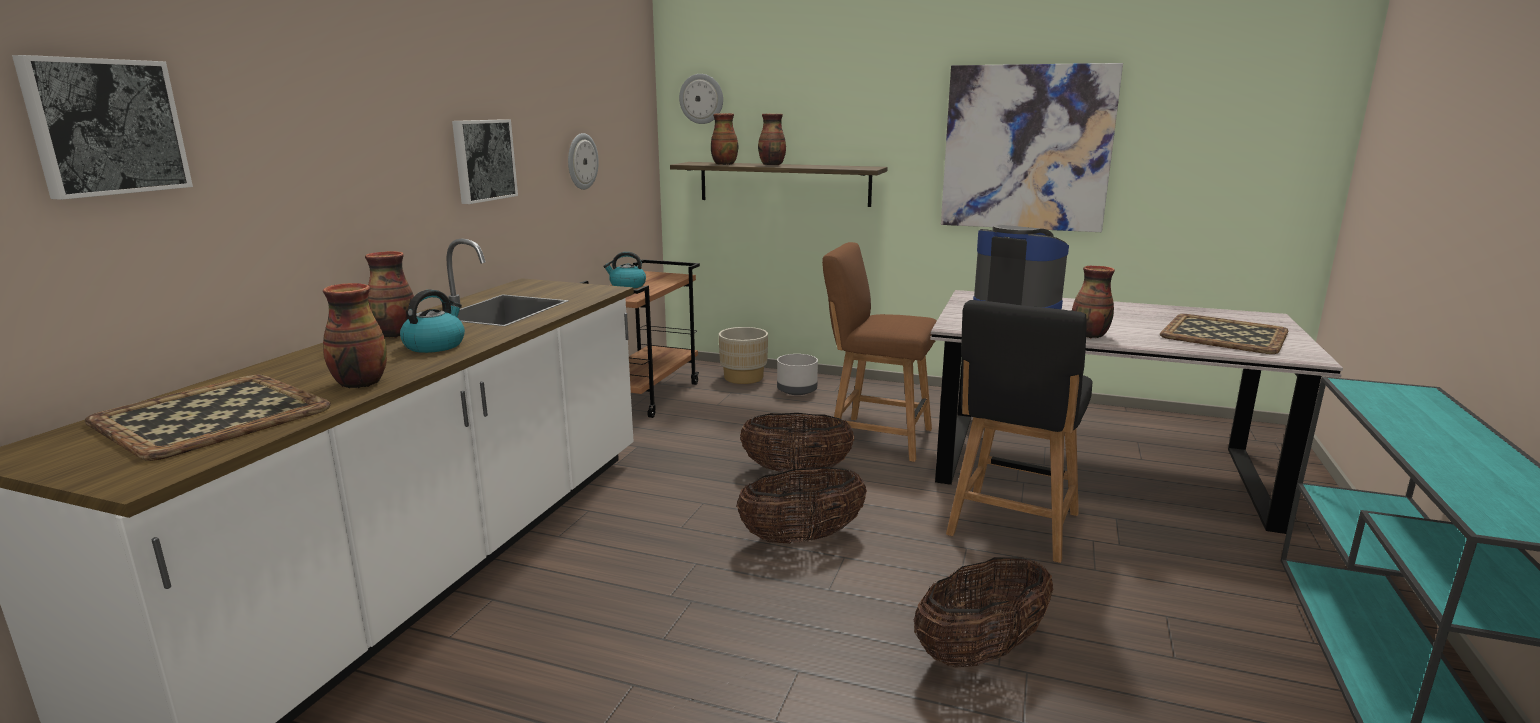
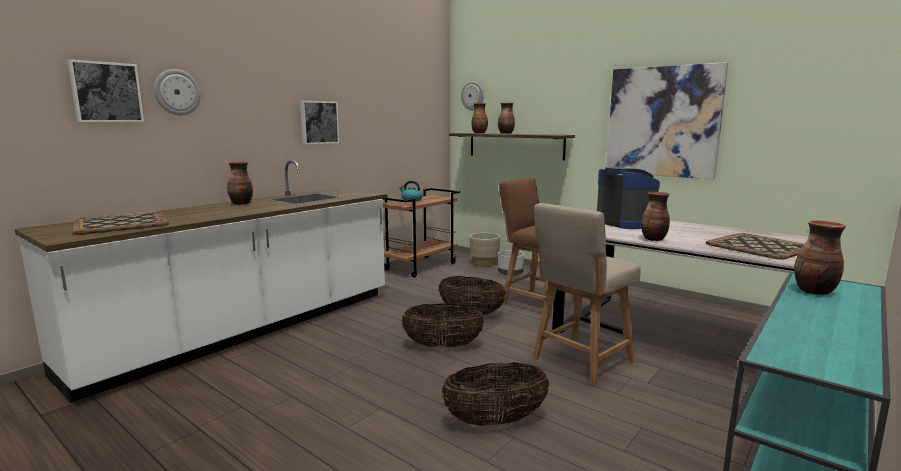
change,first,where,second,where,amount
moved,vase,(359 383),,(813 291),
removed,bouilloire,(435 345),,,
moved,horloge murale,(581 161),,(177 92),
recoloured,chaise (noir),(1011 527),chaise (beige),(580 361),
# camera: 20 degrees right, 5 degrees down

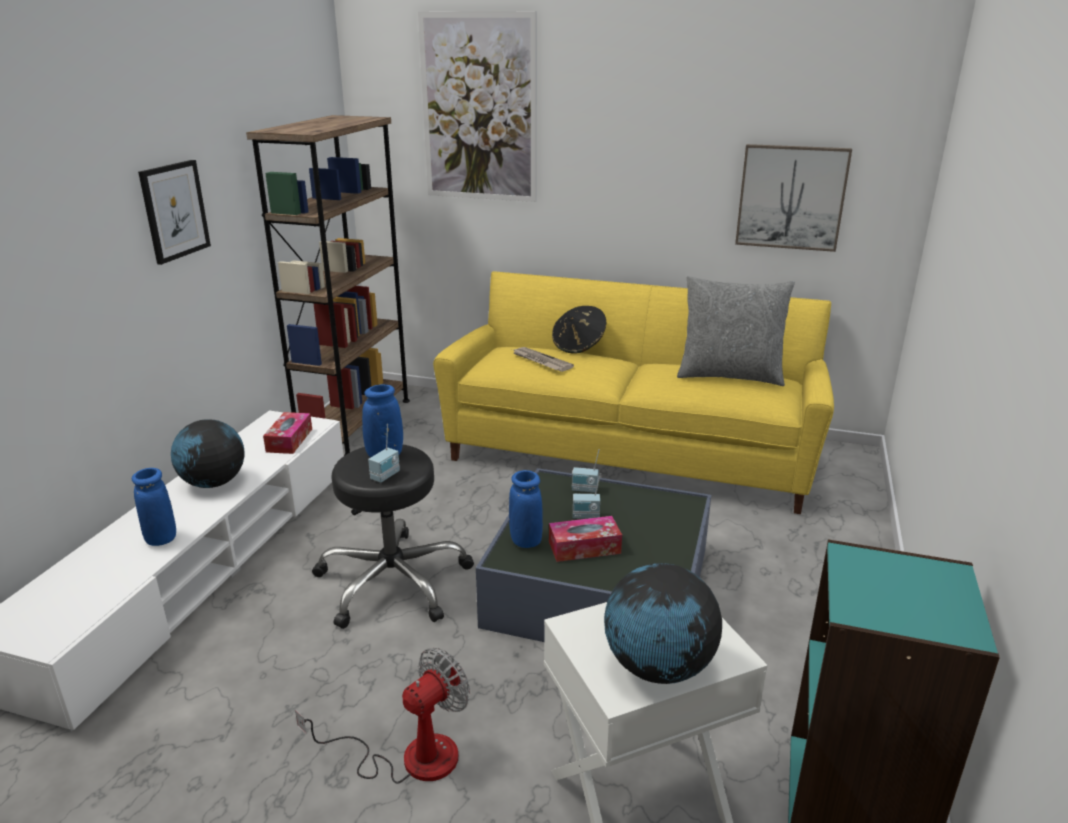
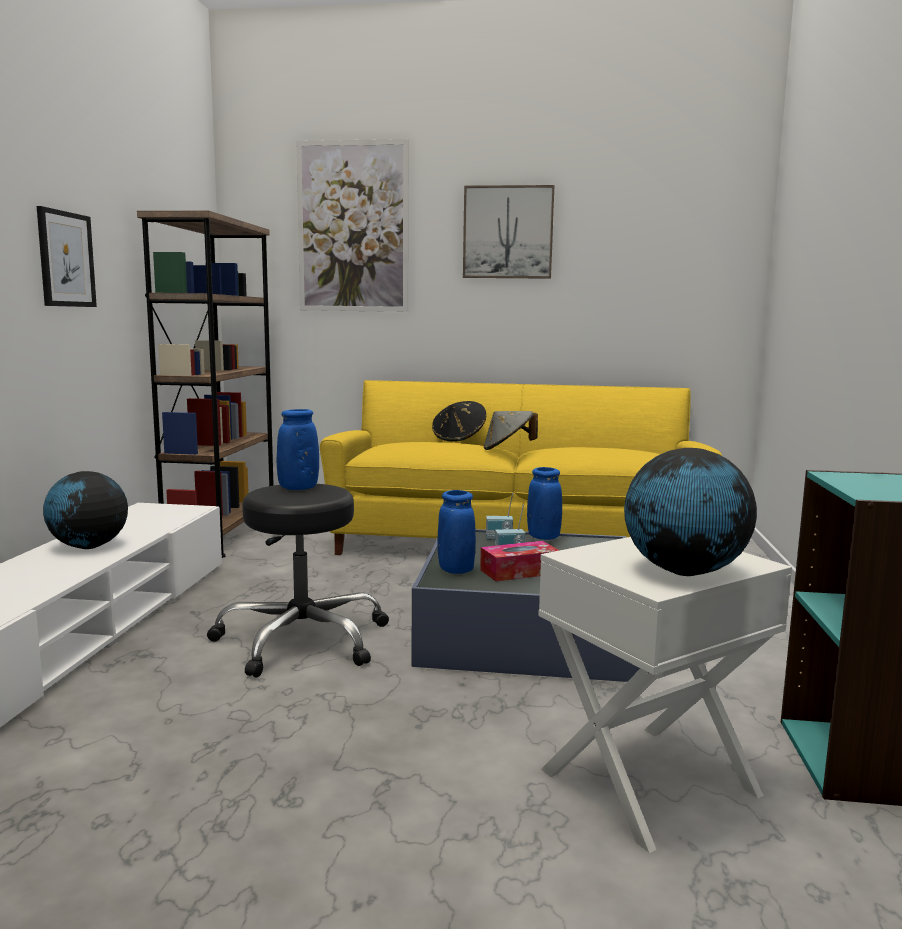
change,first,where,second,where,amount
moved,vase (bleu),(161 539),,(543 537),
removed,boîte à mouchoirs,(289 440),,,
removed,ventilateur,(410 757),,,
removed,radio,(386 476),,,
removed,journal,(541 361),,,
removed,coussin (gris),(729 375),,,
moved,tableau,(791 197),,(508 232),
added,,,chapeau (gris),(508 449),
# camera: 10 degrees left, 15 degrees down

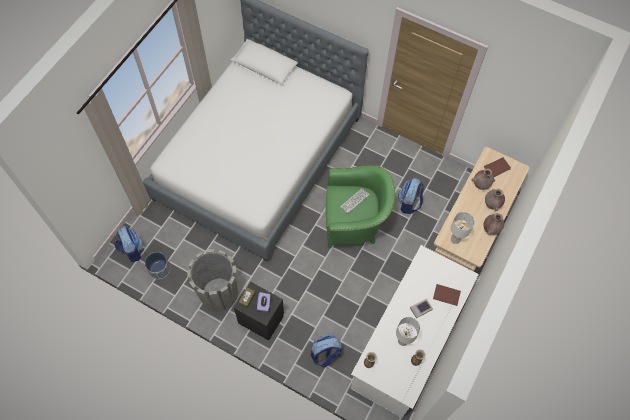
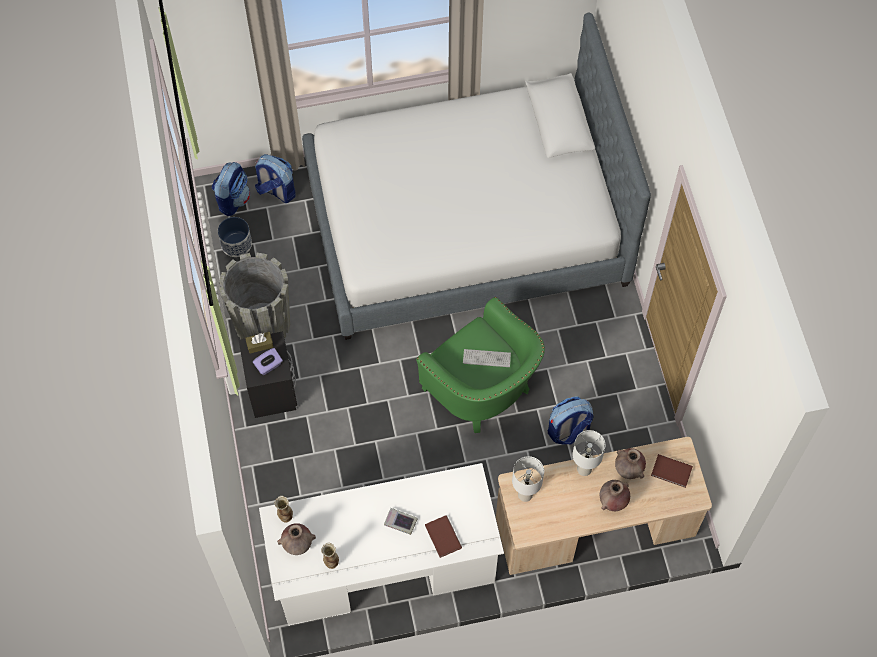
change,first,where,second,where,amount
moved,sac à dos,(325 355),,(276 191),
moved,lampe de table (blanc),(402 341),,(583 469),
moved,vase (marron),(490 229),,(298 545),
# camera: 50 degrees right, 0 degrees up

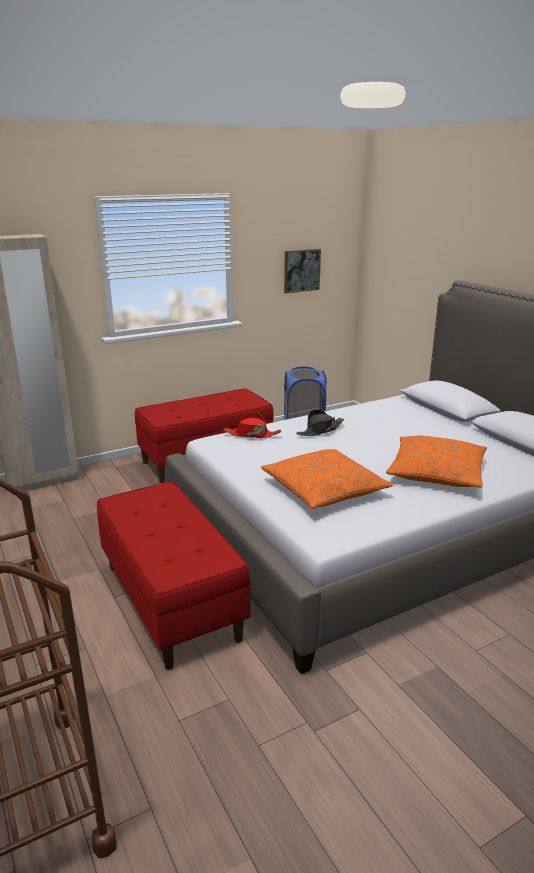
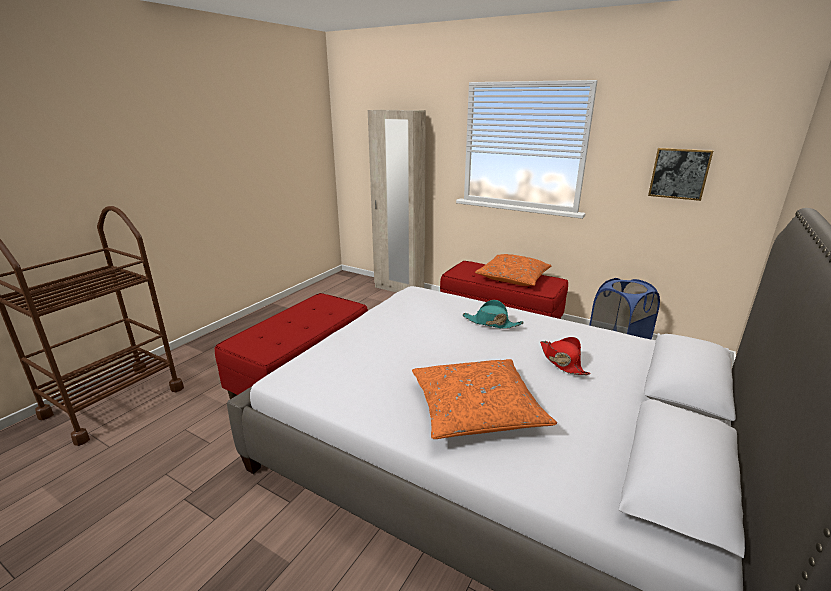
change,first,where,second,where,amount
moved,chapeau (rouge),(251 434),,(562 361),
moved,coussin (orange),(324 489),,(513 277),
recoloured,chapeau (noir),(320 430),chapeau (turquoise),(491 323),
# camera: 60 degrees right, 0 degrees up

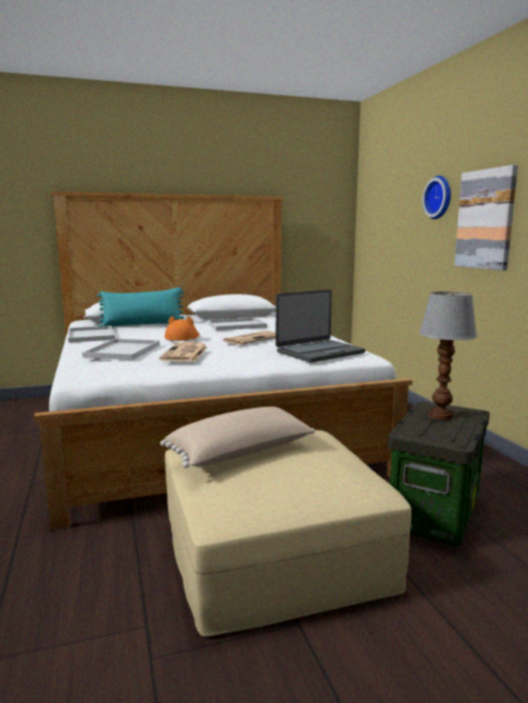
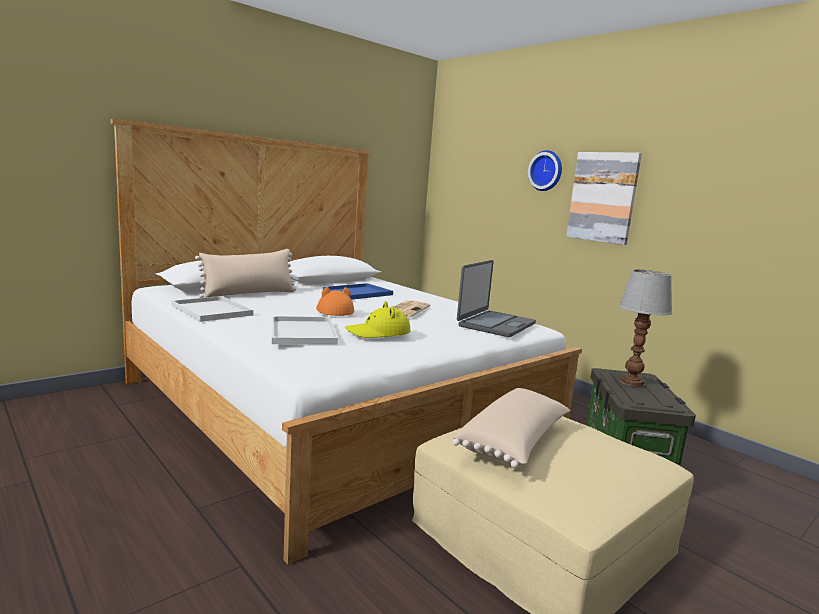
change,first,where,second,where,amount
recoloured,coussin (turquoise),(143 325),coussin (beige),(249 294),
replaced,journal,(185 353),chapeau (jaune),(378 332),
recoloured,plateau (blanc),(235 325),plateau (bleu),(357 293),
# camera: 25 degrees left, 0 degrees up

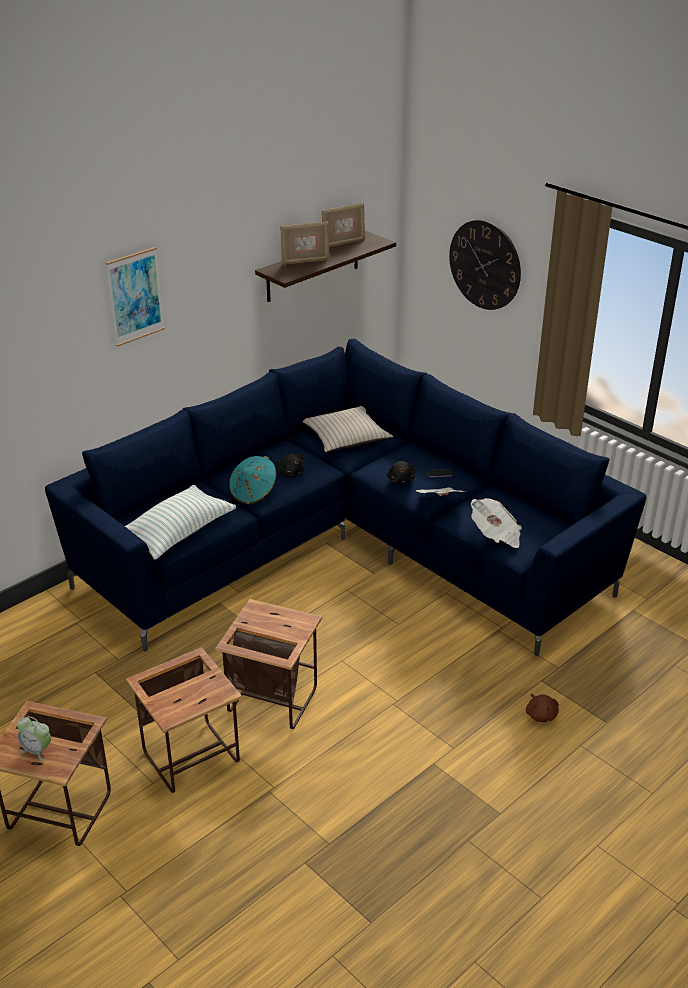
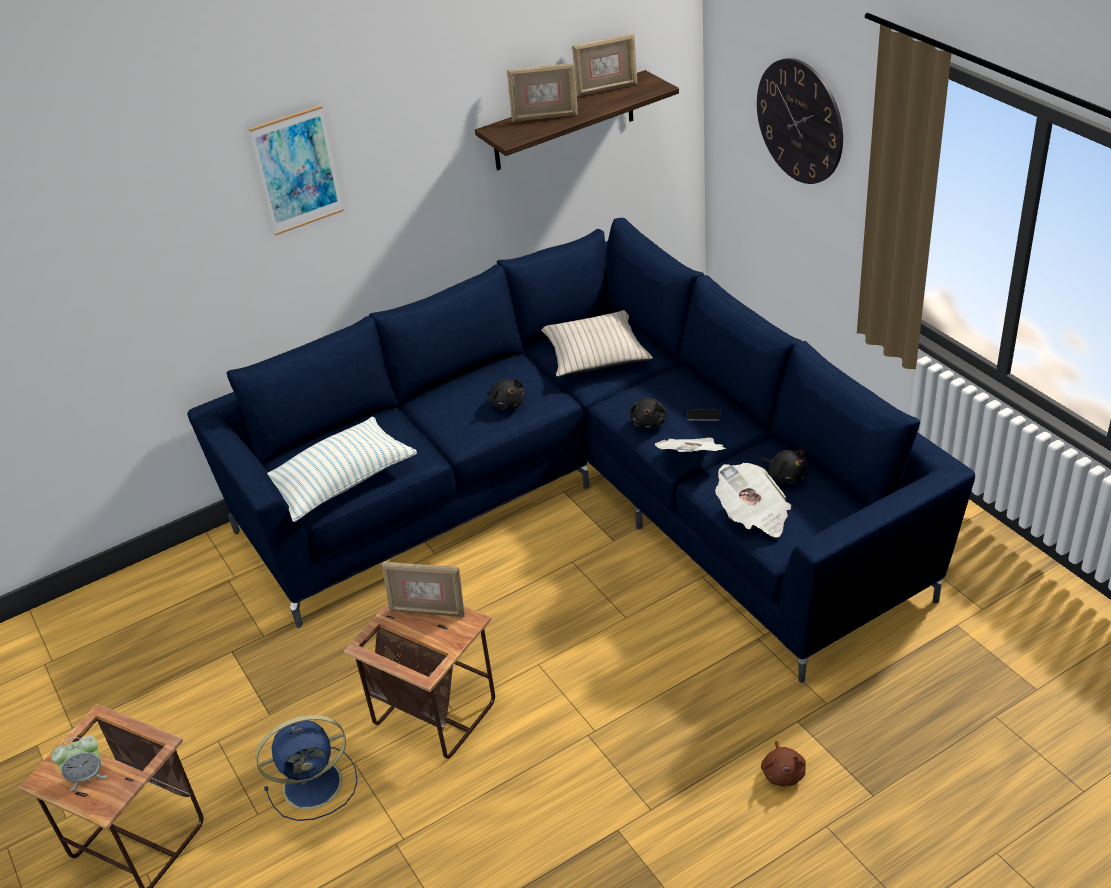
change,first,where,second,where,amount
turned,réveil,(37 750),,(87 776),60 degrees counterclockwise
replaced,table d'appoint,(192 757),ventilateur (bleu),(315 783),
removed,chapeau (turquoise),(254 493),,,
added,,,cadre photo,(427 611),
added,,,peluche (noir),(785 476),
# camera: 15 degrees right, 5 degrees up

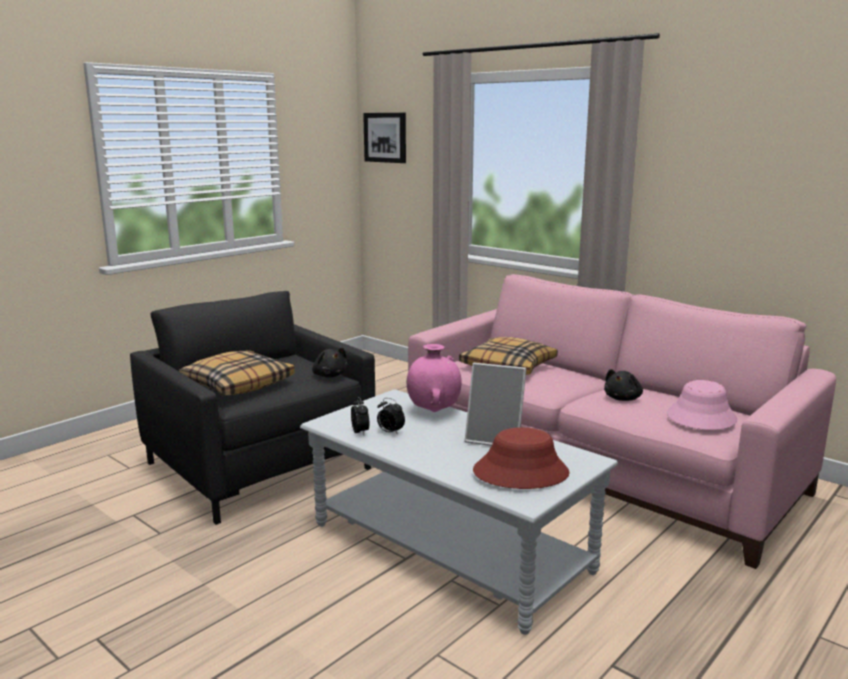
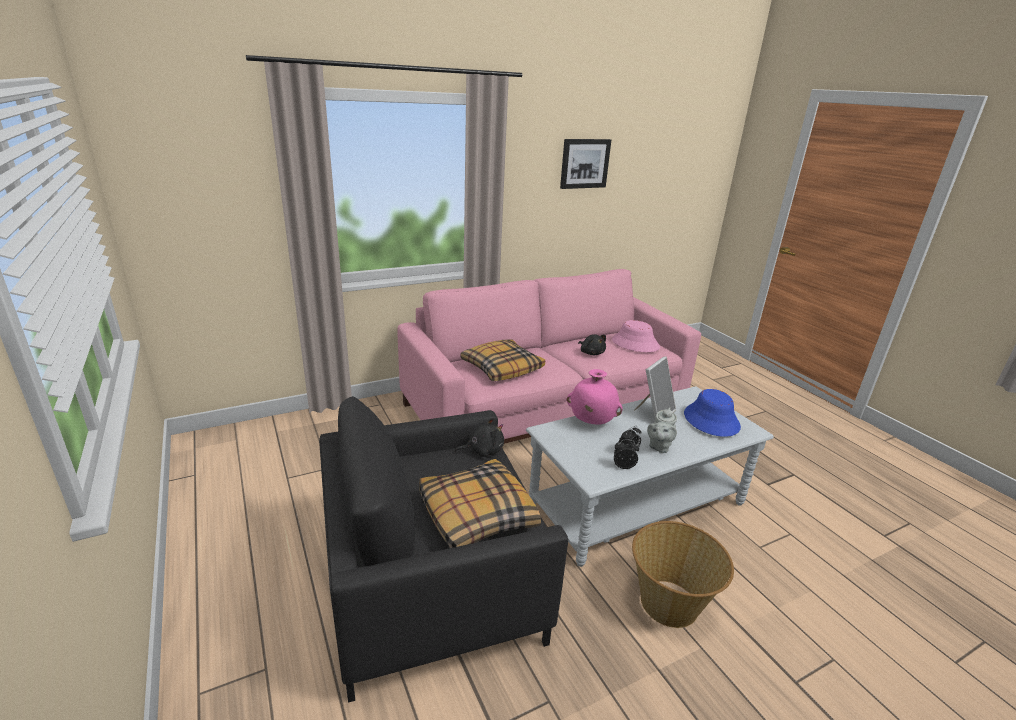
change,first,where,second,where,amount
moved,tableau,(385 137),,(584 163),
recoloured,chapeau (rouge),(520 472),chapeau (bleu),(711 420),
added,,,panier,(669 604),
added,,,théière (gris),(659 446),
# camera: 70 degrees left, 10 degrees up

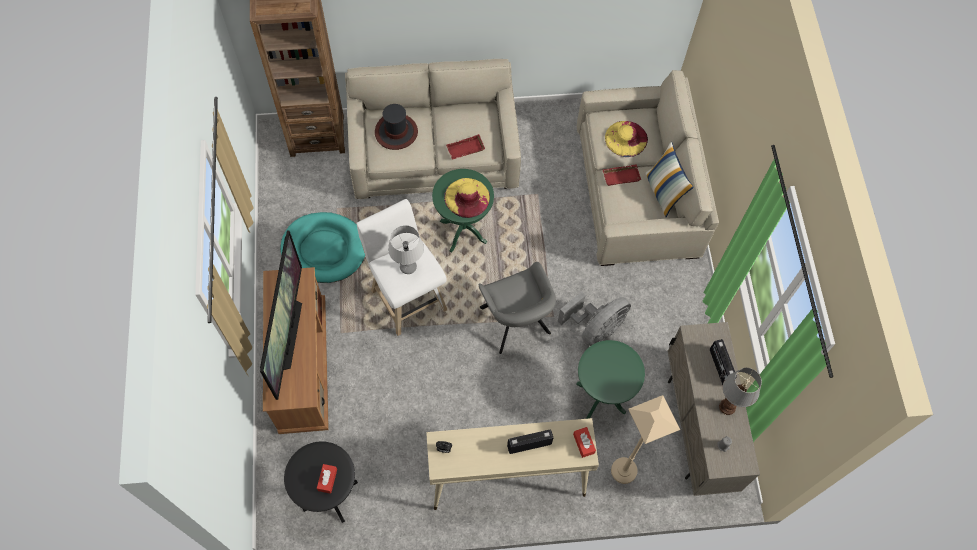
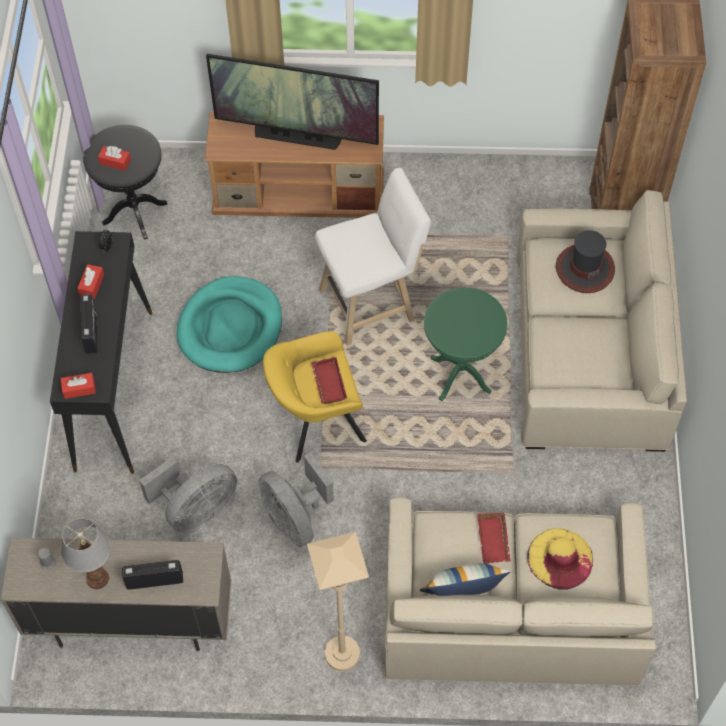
change,first,where,second,where,amount
moved,panier pour chien (turquoise),(324 249),,(230 328),
removed,lampe de table (gris),(408 267),,,
recoloured,table console (beige),(506 479),table console (noir),(114 388),
removed,chapeau (jaune),(467 197),,,
moved,plateau (rouge),(465 150),,(327 383),
recoloured,fauteuil (gris),(515 324),fauteuil (jaune),(316 422),
replaced,table d'appoint (vert),(600 398),ventilateur (gris),(196 509),
moved,lampadaire (beige),(623 471),,(342 654),
added,,,boîte à mouchoirs (rouge),(91 285),
# camera: 100 degrees right, 5 degrees down

